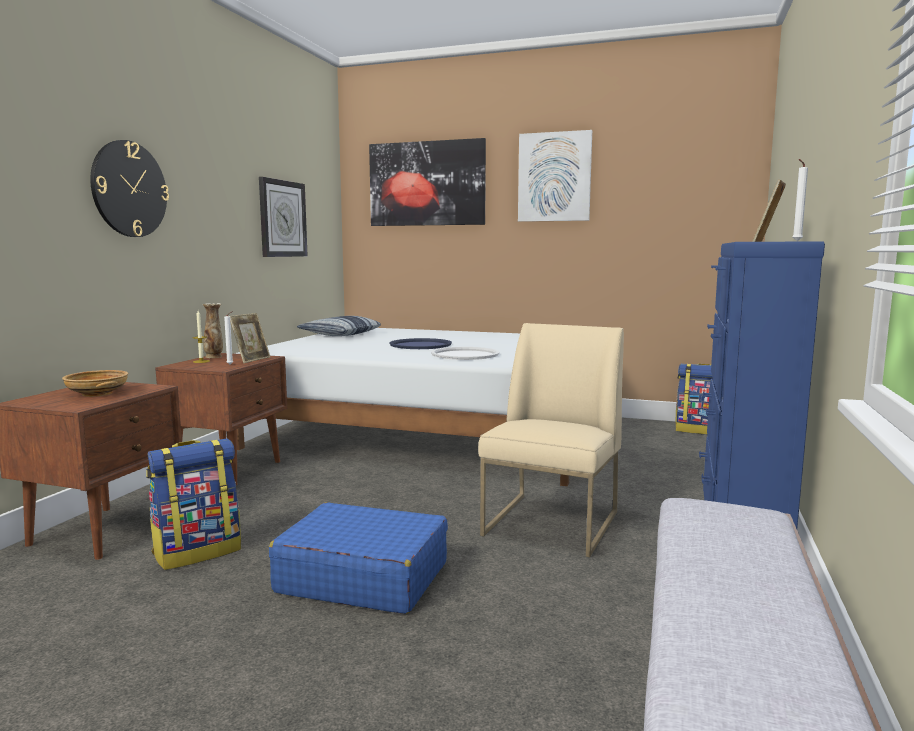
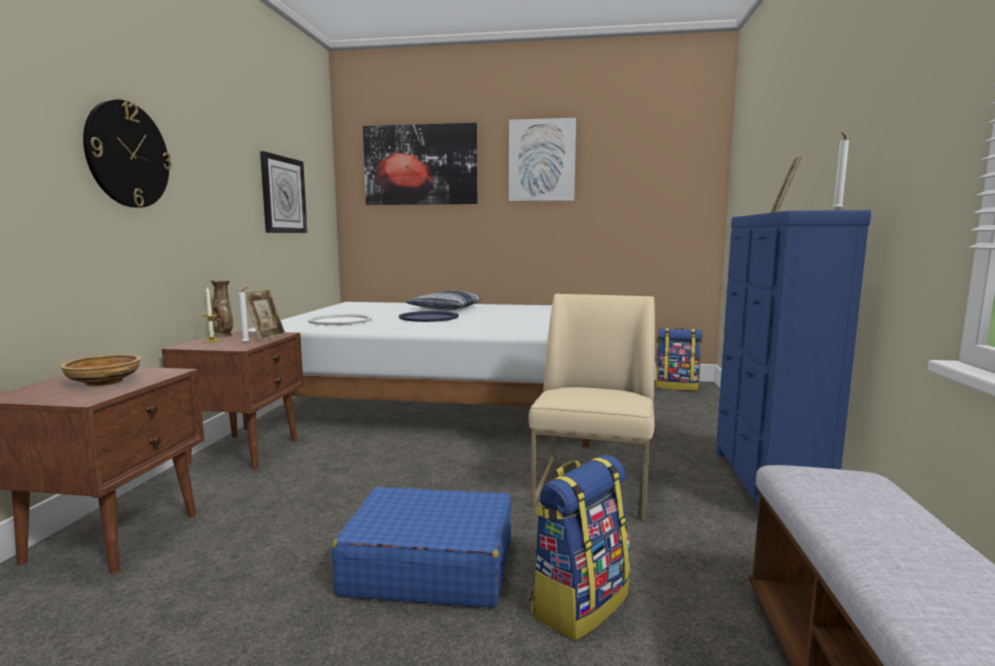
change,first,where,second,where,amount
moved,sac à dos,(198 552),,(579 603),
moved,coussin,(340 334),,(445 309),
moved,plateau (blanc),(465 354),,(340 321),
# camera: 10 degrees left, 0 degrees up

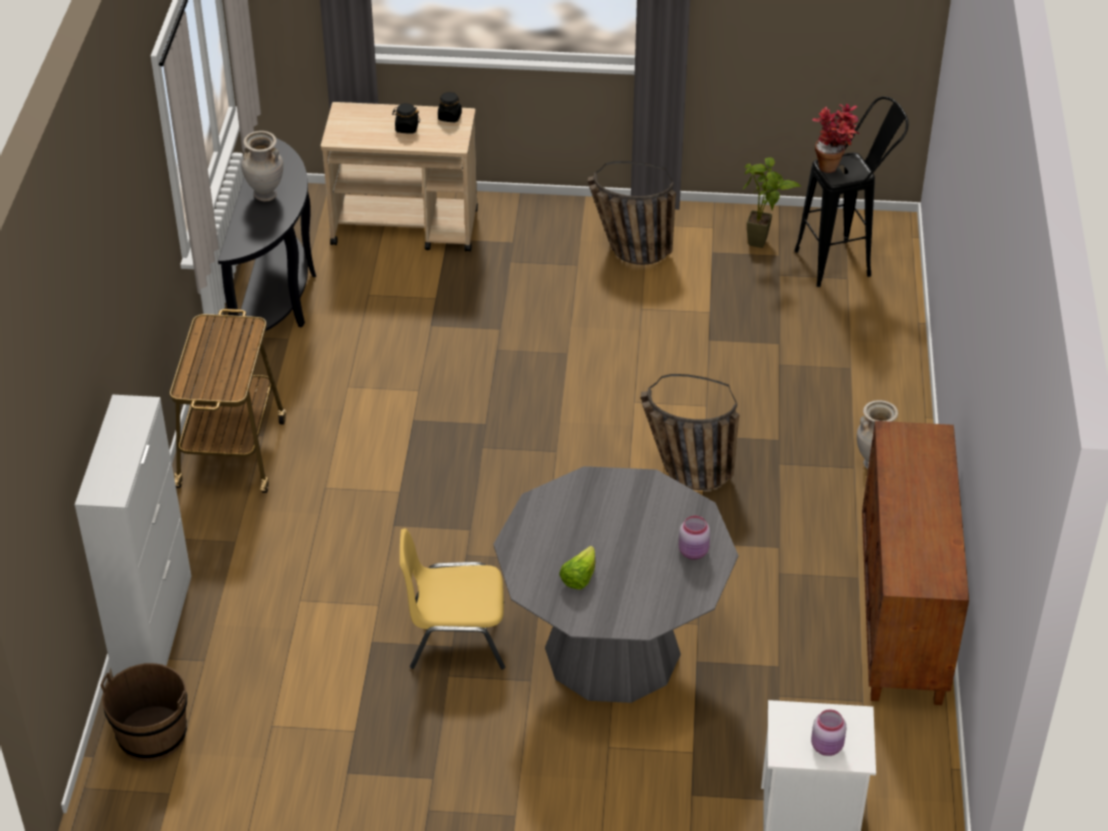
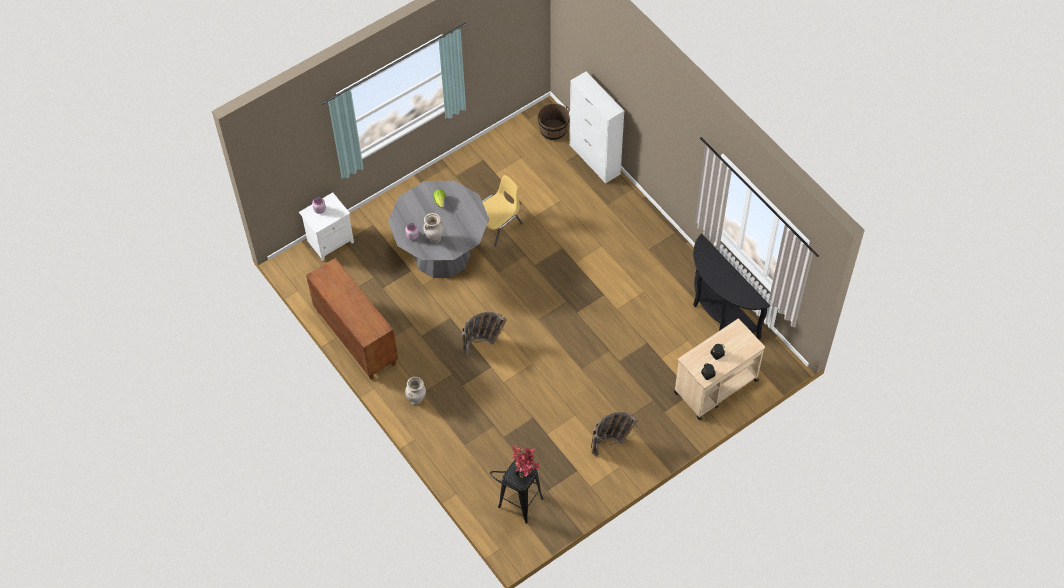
change,first,where,second,where,amount
removed,chariot,(232 451),,,
moved,vase (beige),(265 196),,(434 238),
removed,plante en pot,(764 245),,,
# camera: 140 degrees right, 15 degrees up

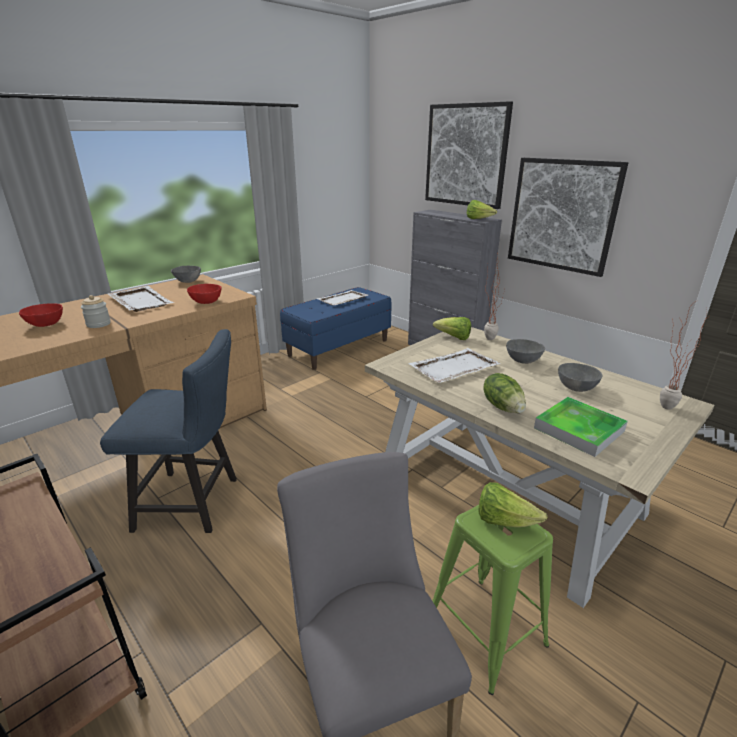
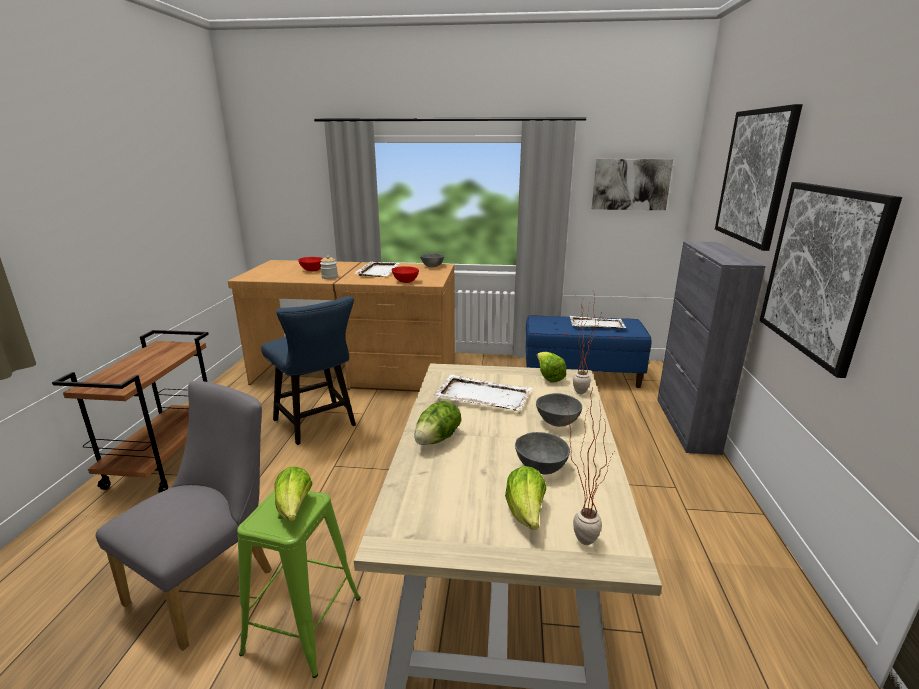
change,first,where,second,where,amount
moved,laitue,(478 219),,(526 514),
removed,plateau,(579 429),,,
added,,,tableau,(630 184),
# camera: 50 degrees right, 5 degrees down

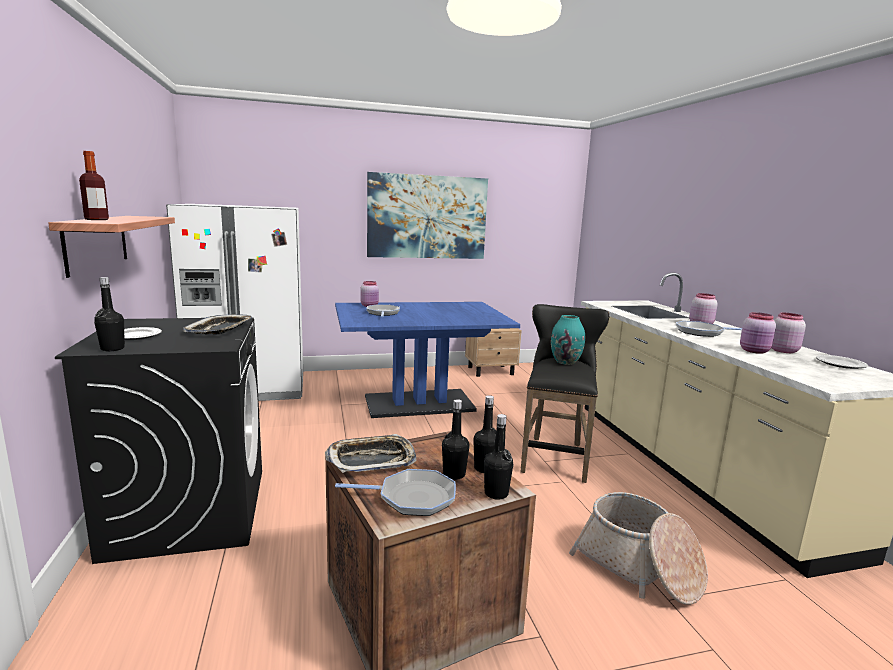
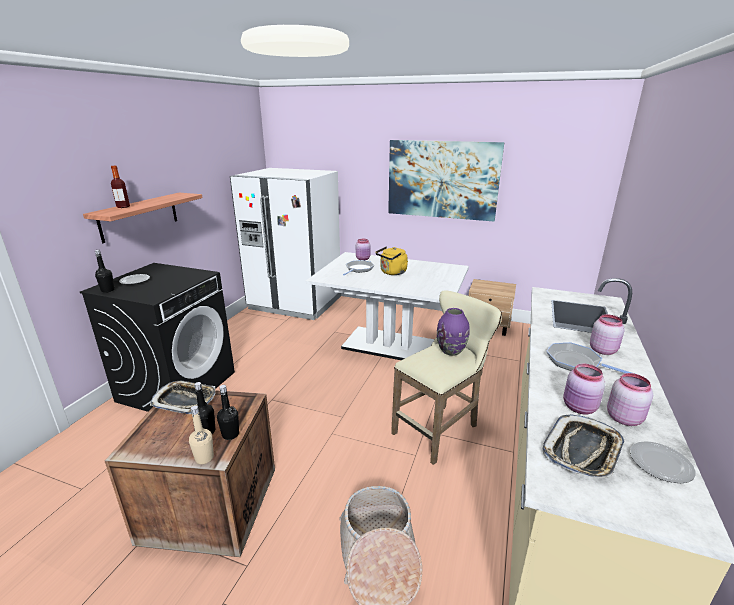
change,first,where,second,where,amount
moved,plateau,(220 329),,(582 450),
recoloured,table à manger (bleu),(419 404),table à manger (blanc),(389 345),
removed,poêle,(412 498),,,
recoloured,bouteille (noir),(496 493),bouteille (beige),(204 458),
recoloured,tabouret (noir),(555 455),tabouret (beige),(440 429),
recoloured,vase (turquoise),(565 361),vase (violet),(451 351),
added,,,bouilloire (jaune),(392 272),
# camera: 35 degrees right, 10 degrees up

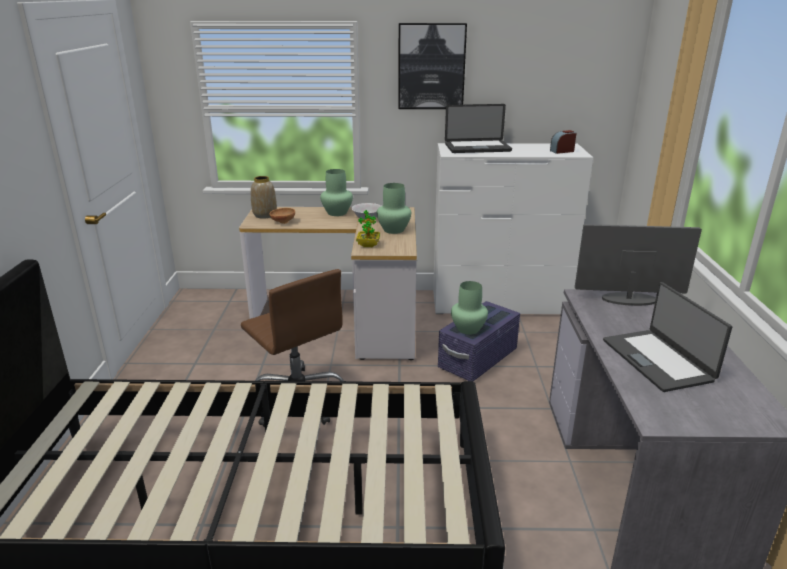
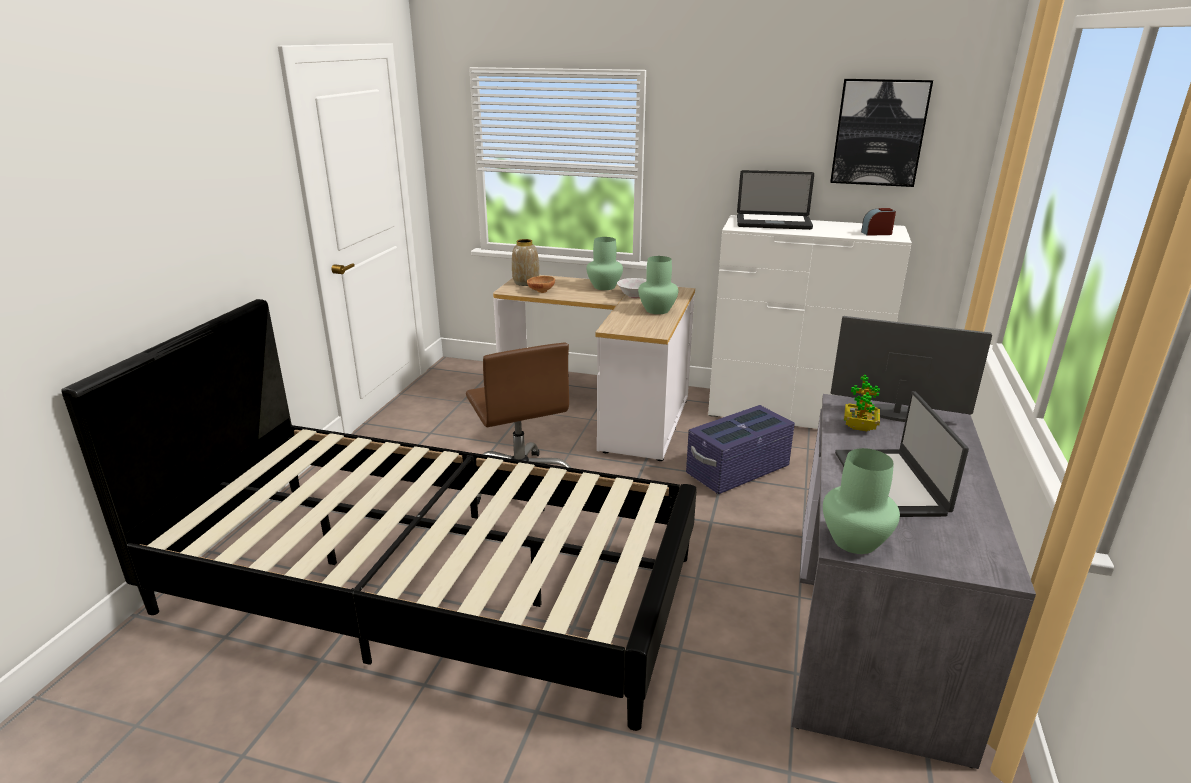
change,first,where,second,where,amount
moved,plante en pot,(368 245),,(859 427),
moved,tableau,(431 66),,(879 133),
moved,vase (vert),(467 329),,(853 540),
# camera: 15 degrees right, 0 degrees up

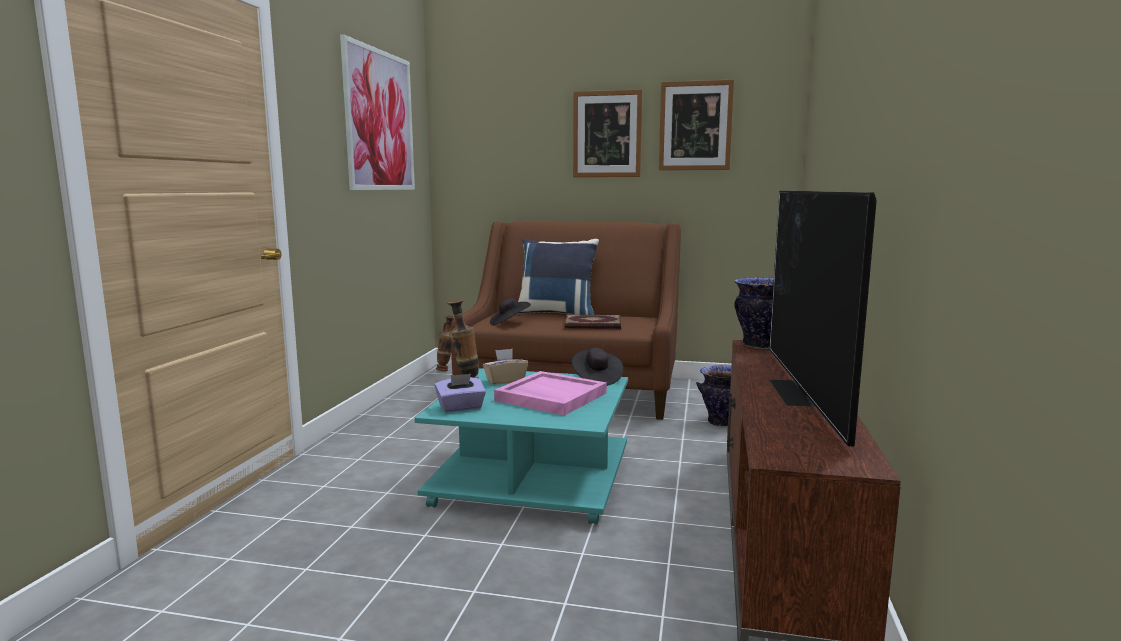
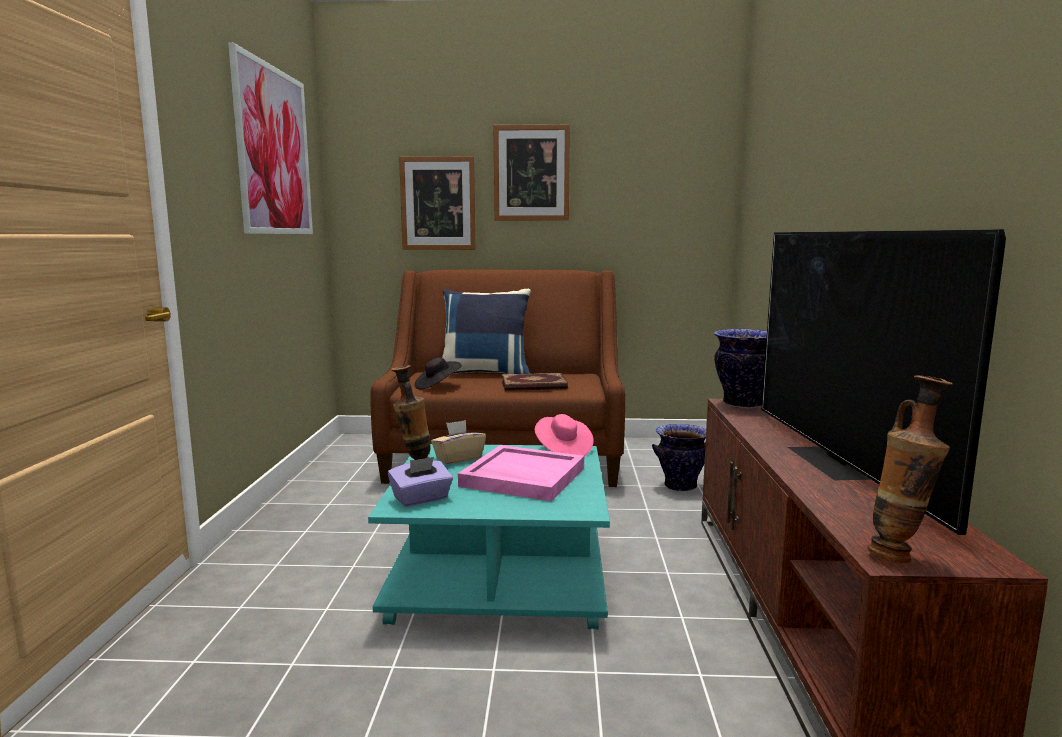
change,first,where,second,where,amount
moved,vase,(446 370),,(899 556),
recoloured,chapeau (noir),(596 379),chapeau (rose),(562 450),
moved,tableau,(695 126),,(438 203),
# camera: 10 degrees left, 0 degrees up

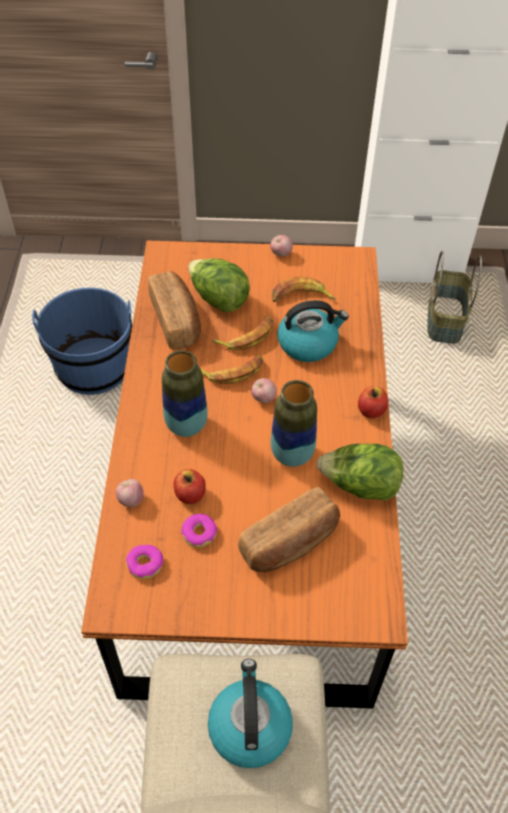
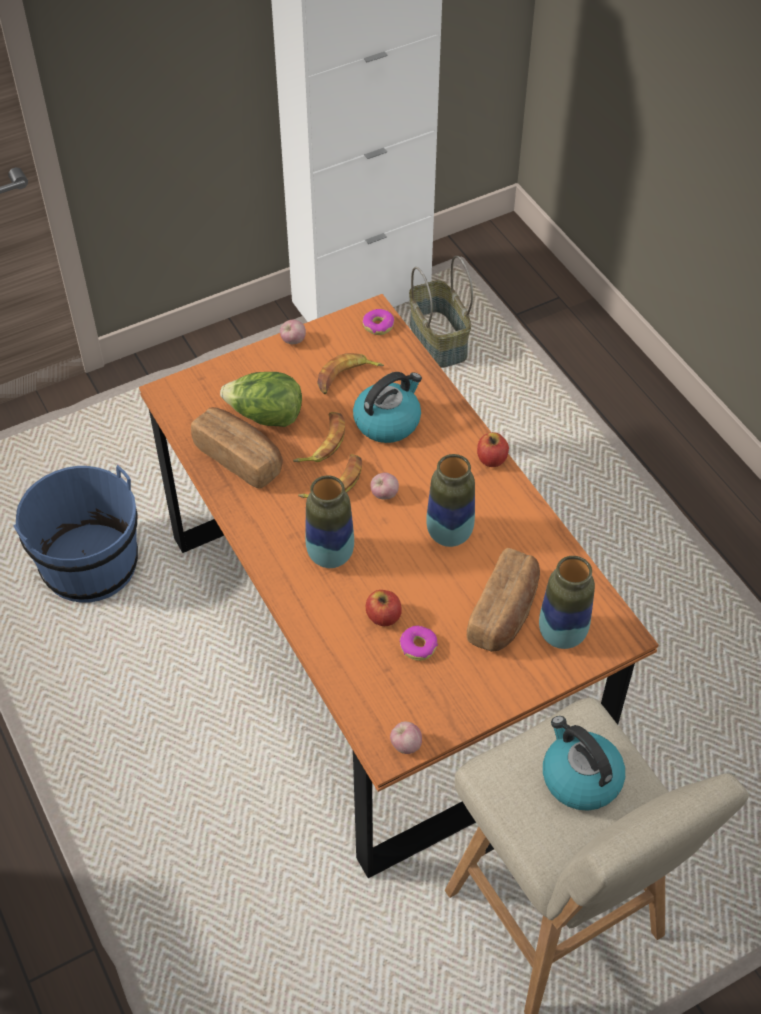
change,first,where,second,where,amount
moved,pomme,(131 500),,(405 745),
moved,beignet,(145 564),,(378 325),
removed,laitue,(360 486),,,
added,,,vase,(562 634),
# camera: 30 degrees left, 0 degrees up

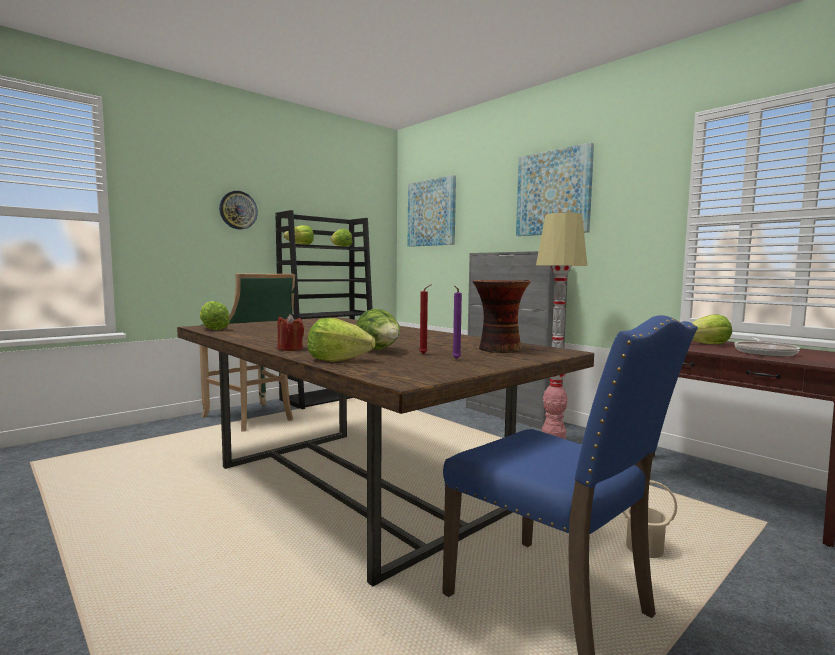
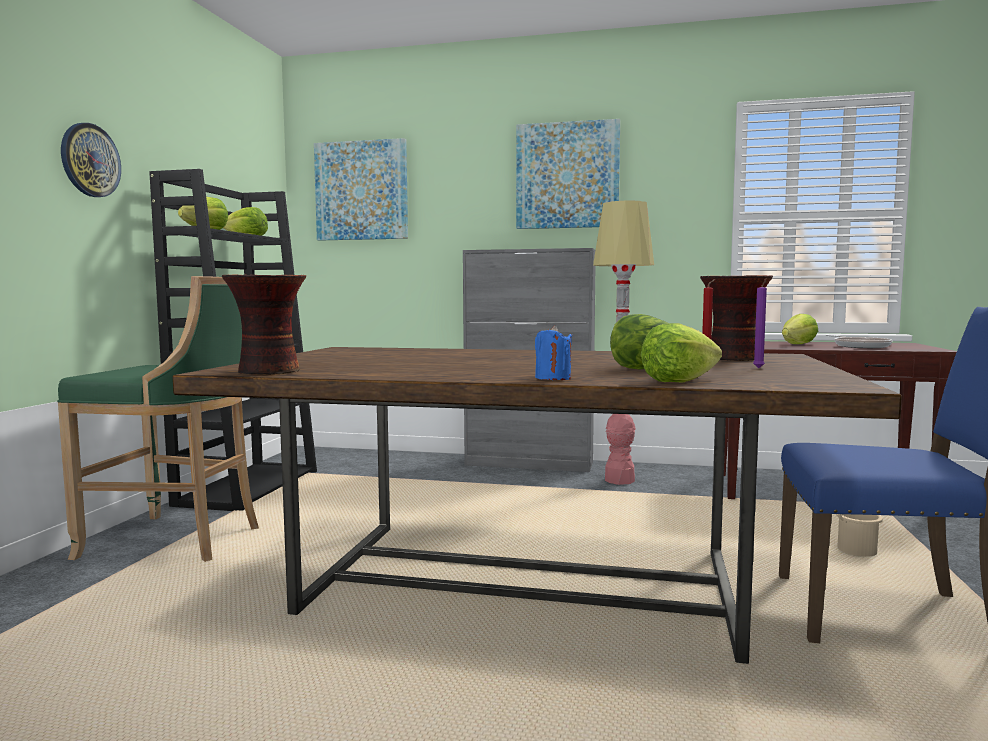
change,first,where,second,where,amount
replaced,laitue,(213 329),vase,(268 371),
recoloured,bougie (rouge),(290 349),bougie (bleu),(553 378),
# camera: 35 degrees left, 0 degrees up

